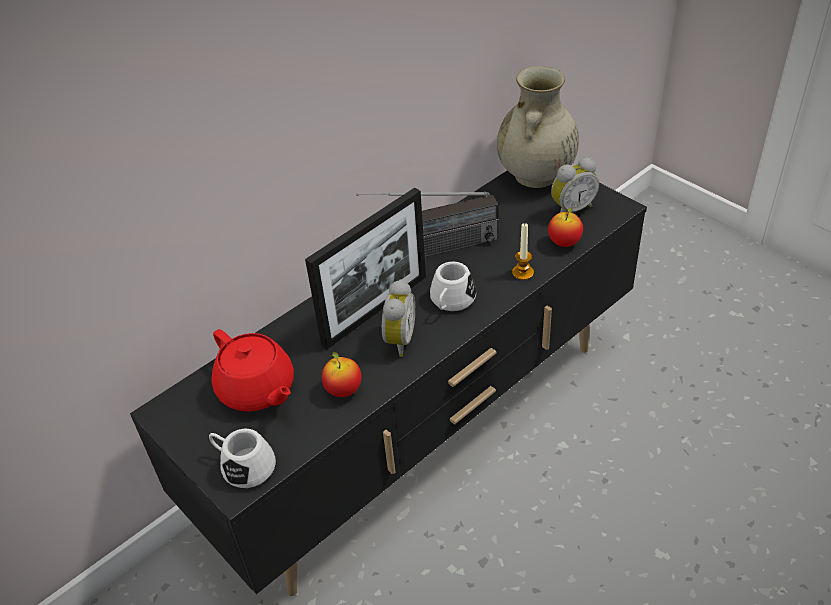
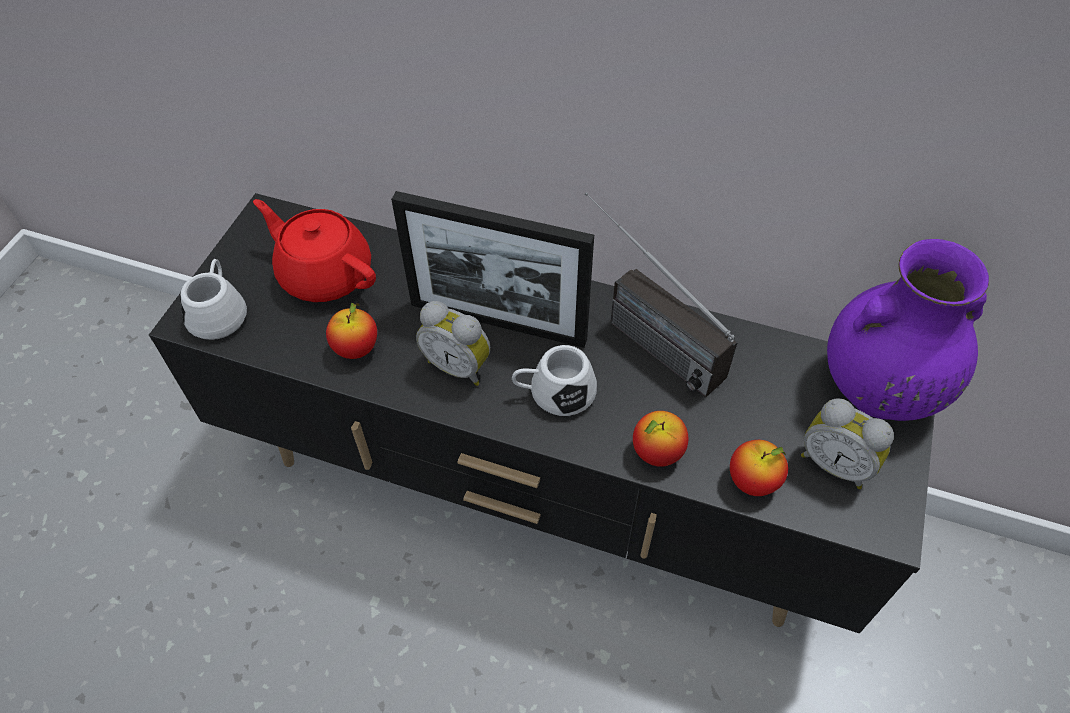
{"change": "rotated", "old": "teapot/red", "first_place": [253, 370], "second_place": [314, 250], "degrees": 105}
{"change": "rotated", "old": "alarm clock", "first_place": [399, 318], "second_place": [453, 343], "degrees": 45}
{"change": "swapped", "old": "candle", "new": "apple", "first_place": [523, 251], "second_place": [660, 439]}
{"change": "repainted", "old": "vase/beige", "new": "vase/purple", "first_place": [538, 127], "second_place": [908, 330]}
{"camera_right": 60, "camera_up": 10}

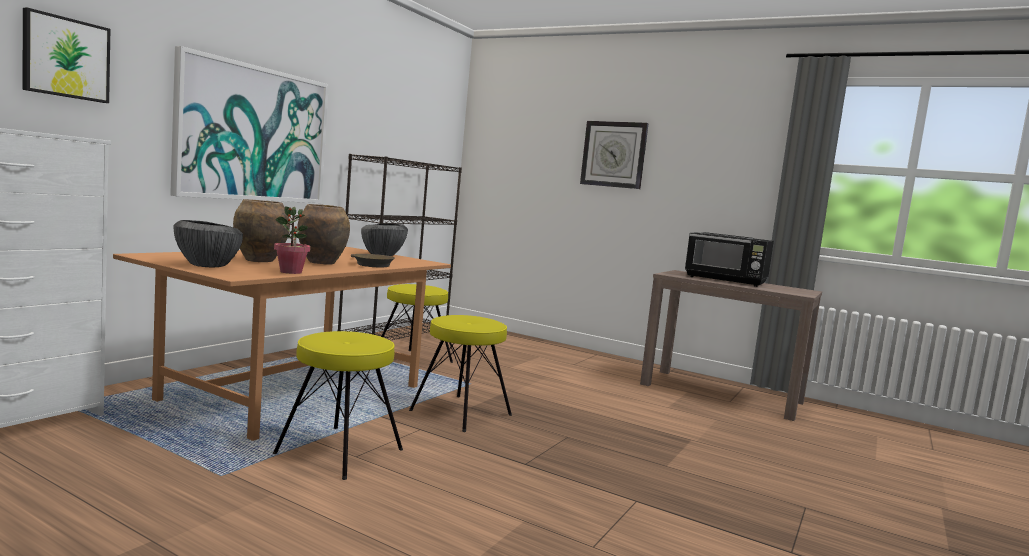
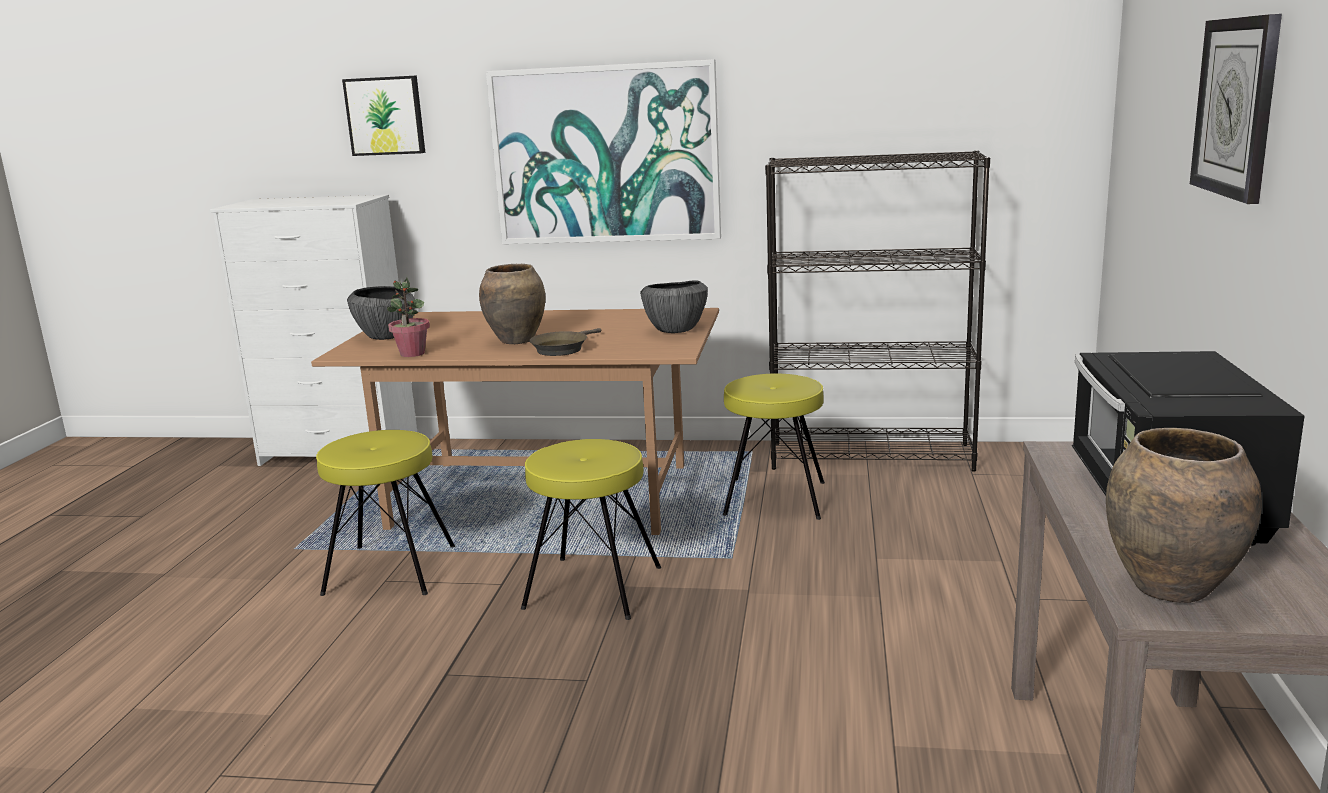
{"change": "shifted", "old": "vase/brown", "first_place": [261, 230], "second_place": [1184, 515]}
{"camera_right": 70, "camera_up": 10}

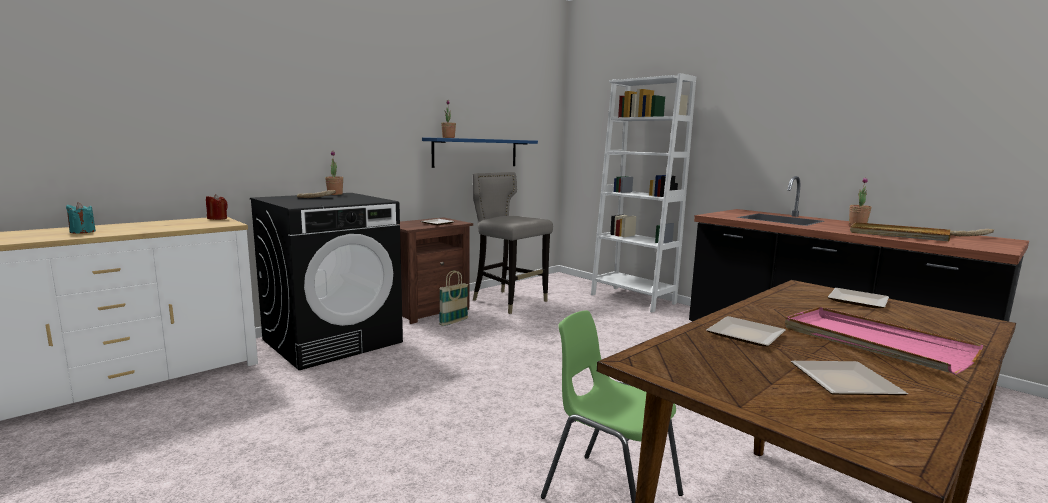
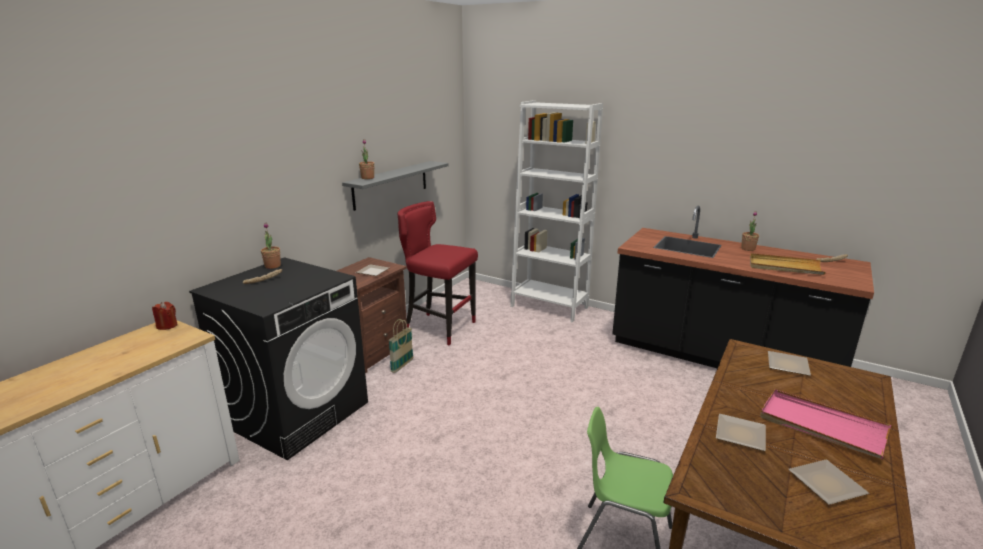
{"change": "repainted", "old": "shelf/blue", "new": "shelf/grey", "first_place": [480, 152], "second_place": [395, 186]}
{"change": "repainted", "old": "stool/grey", "new": "stool/red", "first_place": [513, 243], "second_place": [437, 273]}
{"change": "gone", "old": "candle/turquoise", "first_place": [81, 218]}
{"camera_right": -15, "camera_up": 10}

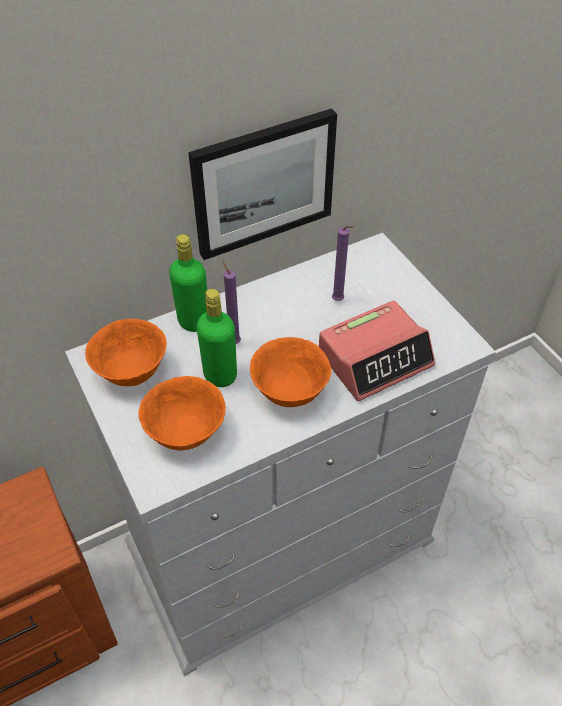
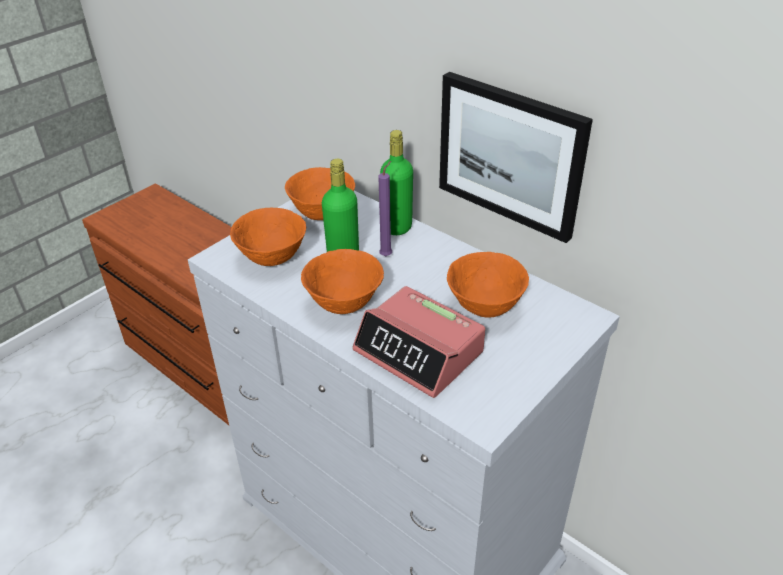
{"change": "swapped", "old": "candle/purple", "new": "bowl/orange", "first_place": [343, 263], "second_place": [488, 285]}
{"camera_right": 70, "camera_up": -10}

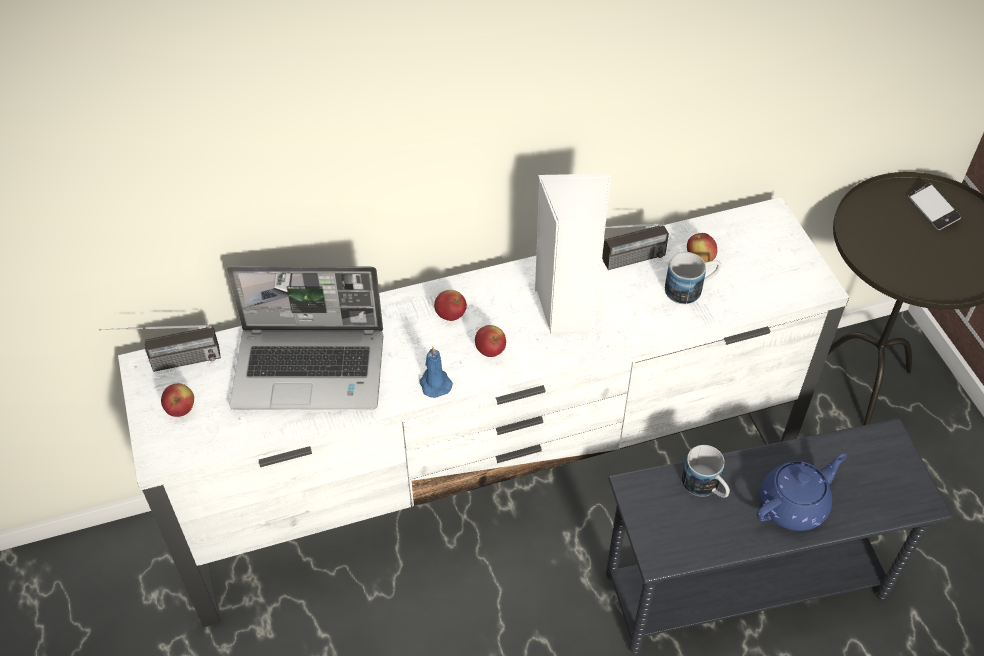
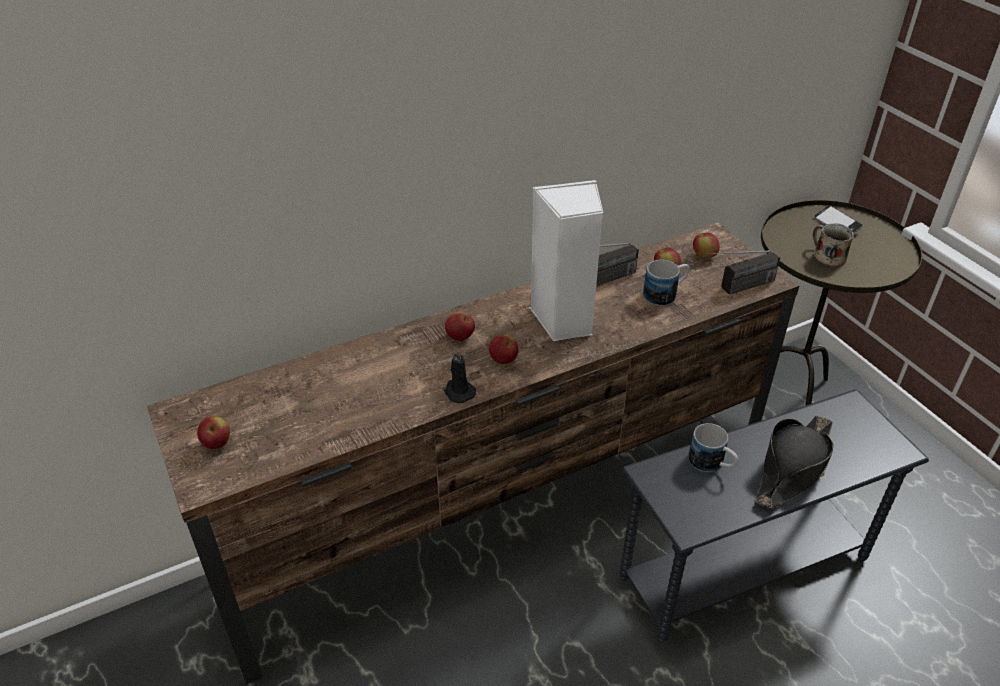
{"change": "repainted", "old": "tv stand/white", "new": "tv stand/brown", "first_place": [483, 412], "second_place": [473, 454]}
{"change": "repainted", "old": "candle/blue", "new": "candle/black", "first_place": [436, 372], "second_place": [460, 376]}
{"change": "new", "new": "apple", "second_place": [706, 245]}
{"change": "shifted", "old": "radio", "first_place": [160, 348], "second_place": [742, 272]}
{"change": "swapped", "old": "teapot/blue", "new": "hat/black", "first_place": [802, 492], "second_place": [795, 461]}
{"change": "new", "new": "mug", "second_place": [833, 245]}
{"change": "gone", "old": "laptop", "first_place": [305, 338]}
{"camera_right": -10, "camera_up": -10}

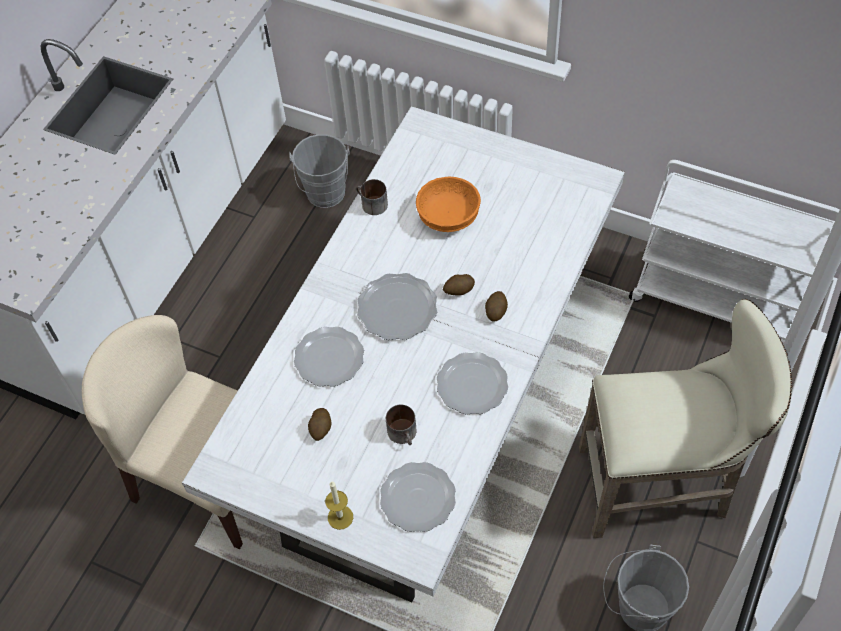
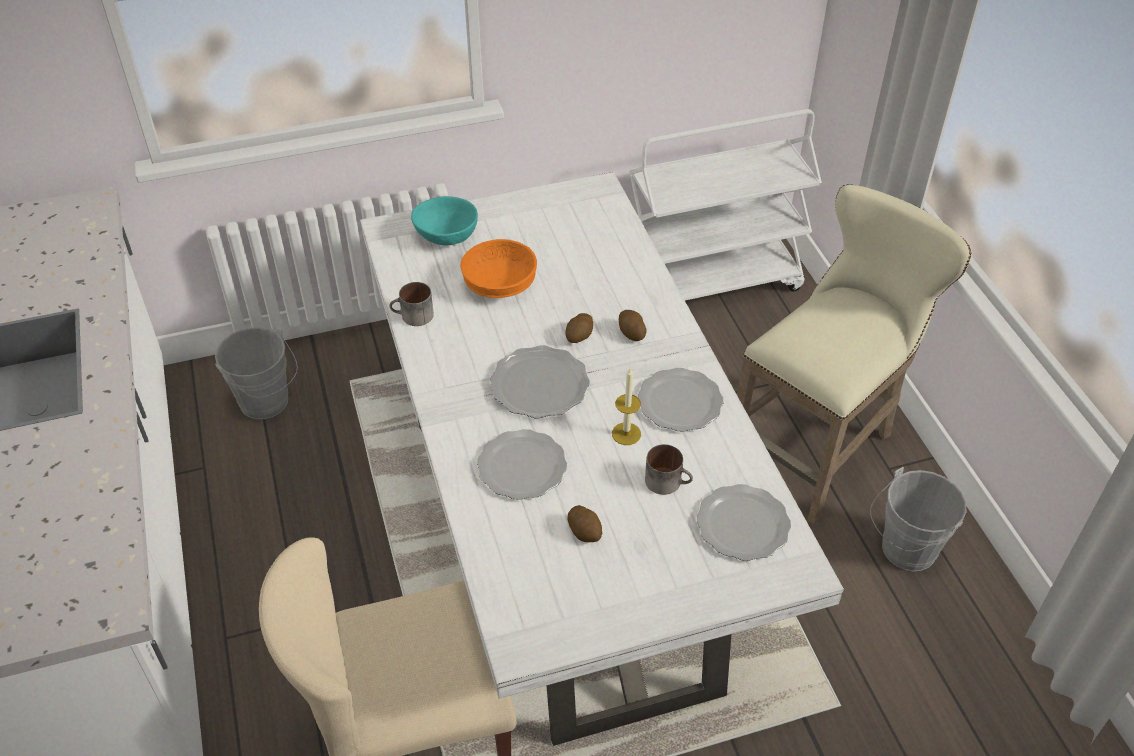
{"change": "new", "new": "bowl/turquoise", "second_place": [444, 220]}
{"change": "shifted", "old": "candle", "first_place": [339, 506], "second_place": [626, 406]}
{"camera_right": -45, "camera_up": -10}

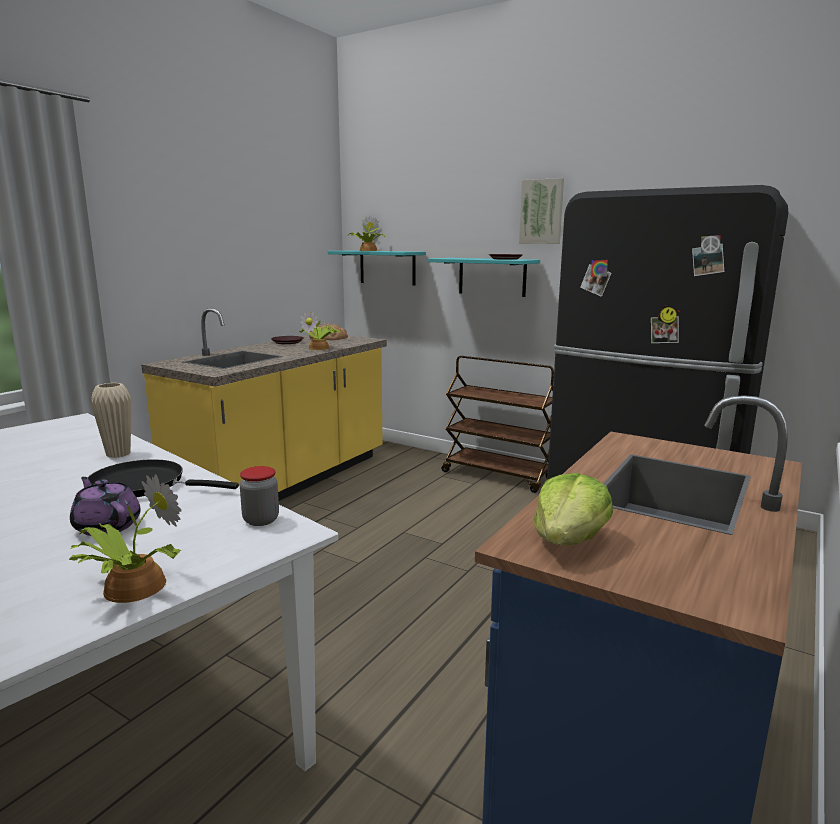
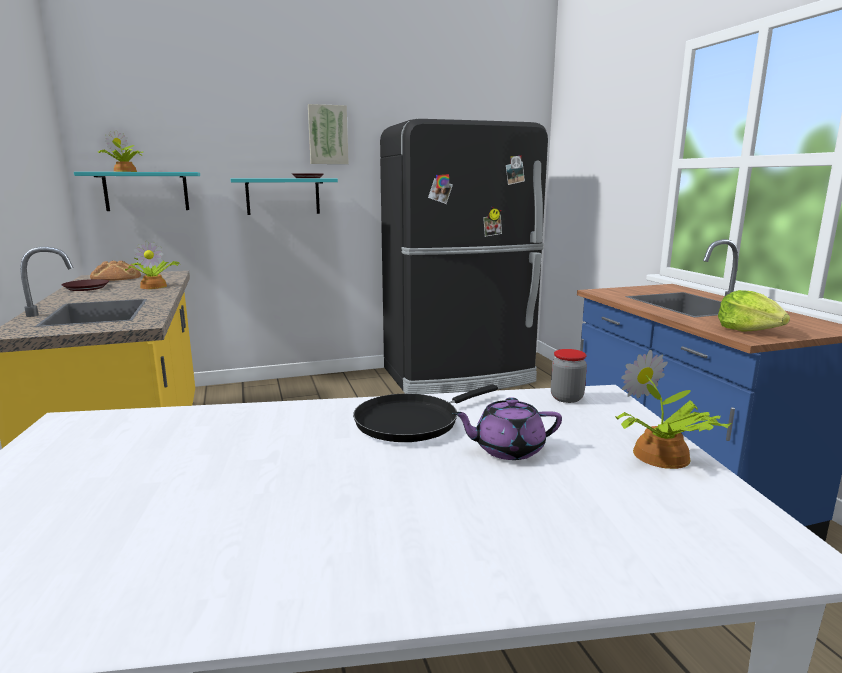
{"change": "gone", "old": "vase/beige", "first_place": [111, 420]}
{"change": "gone", "old": "cart/brown", "first_place": [498, 424]}
{"camera_right": -50, "camera_up": 0}

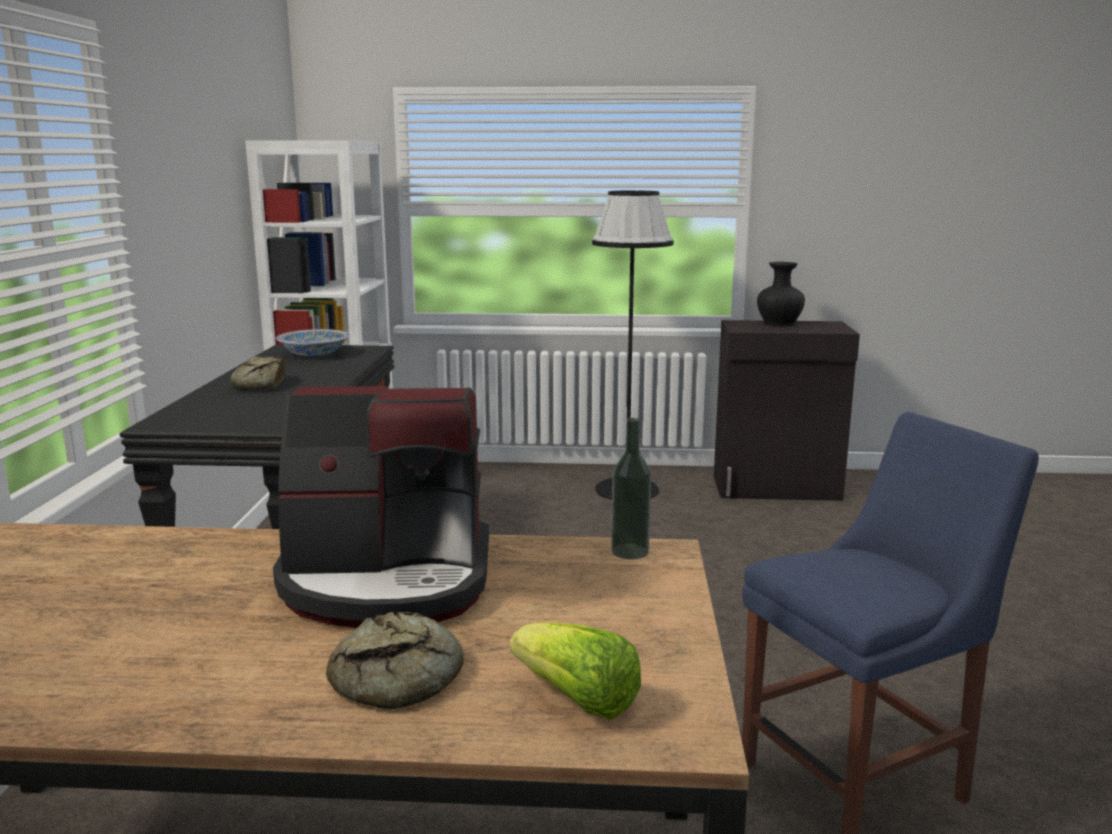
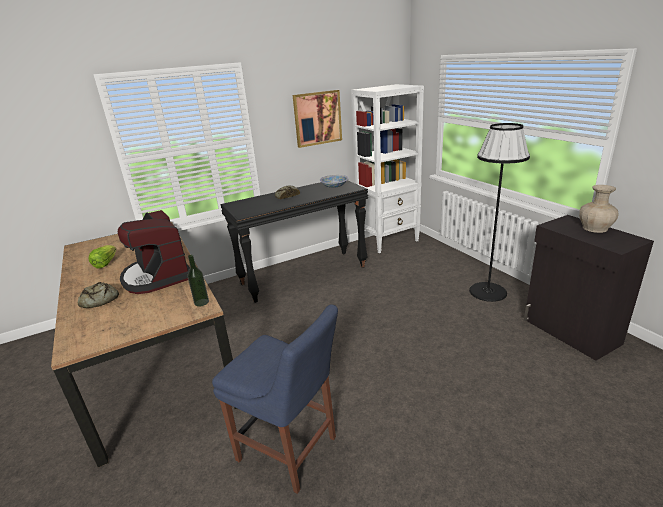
{"change": "shifted", "old": "lettuce", "first_place": [575, 671], "second_place": [102, 257]}
{"change": "new", "new": "picture", "second_place": [317, 119]}
{"change": "repainted", "old": "vase/black", "new": "vase/beige", "first_place": [781, 294], "second_place": [598, 209]}
{"camera_right": 60, "camera_up": 10}

